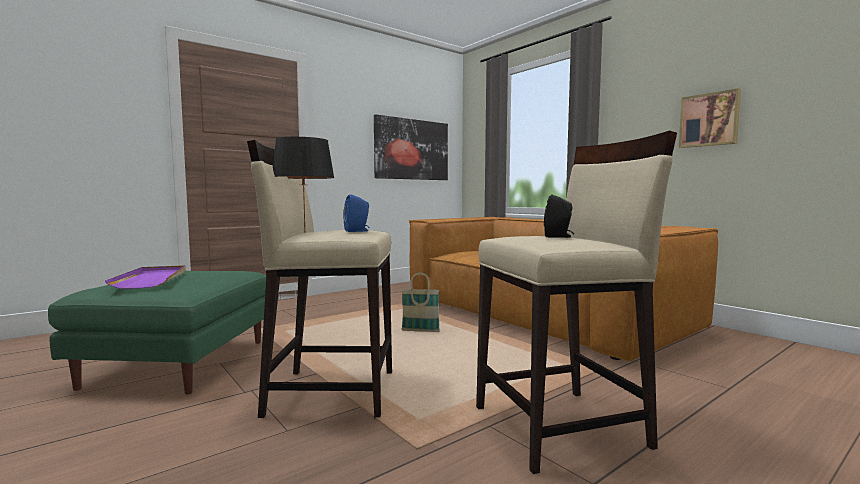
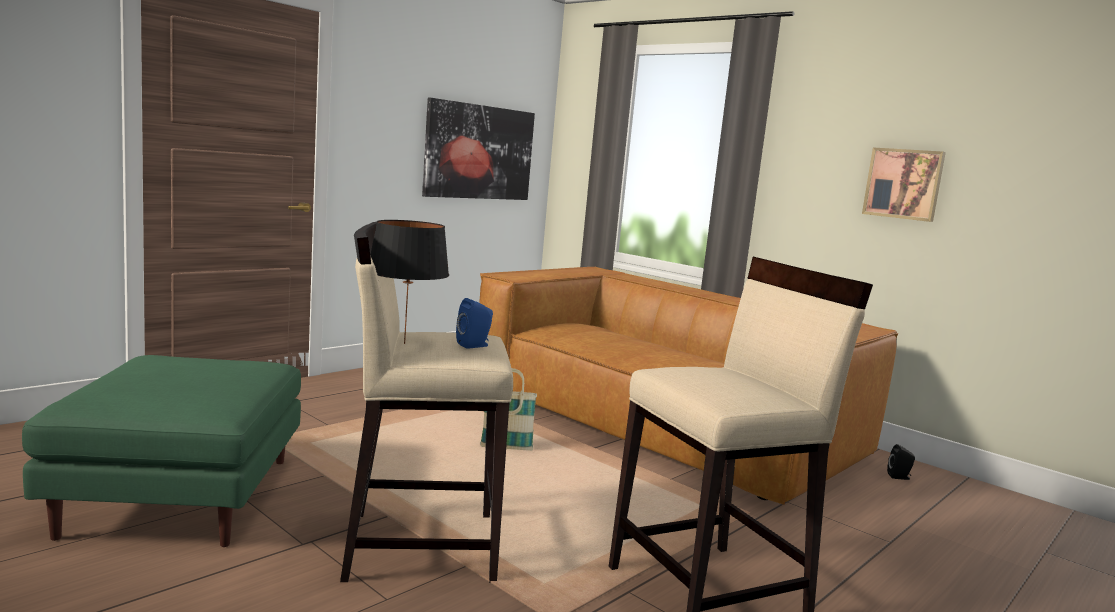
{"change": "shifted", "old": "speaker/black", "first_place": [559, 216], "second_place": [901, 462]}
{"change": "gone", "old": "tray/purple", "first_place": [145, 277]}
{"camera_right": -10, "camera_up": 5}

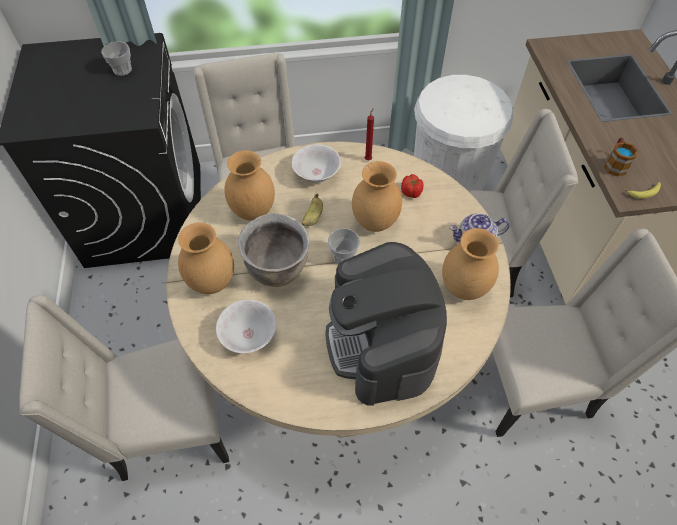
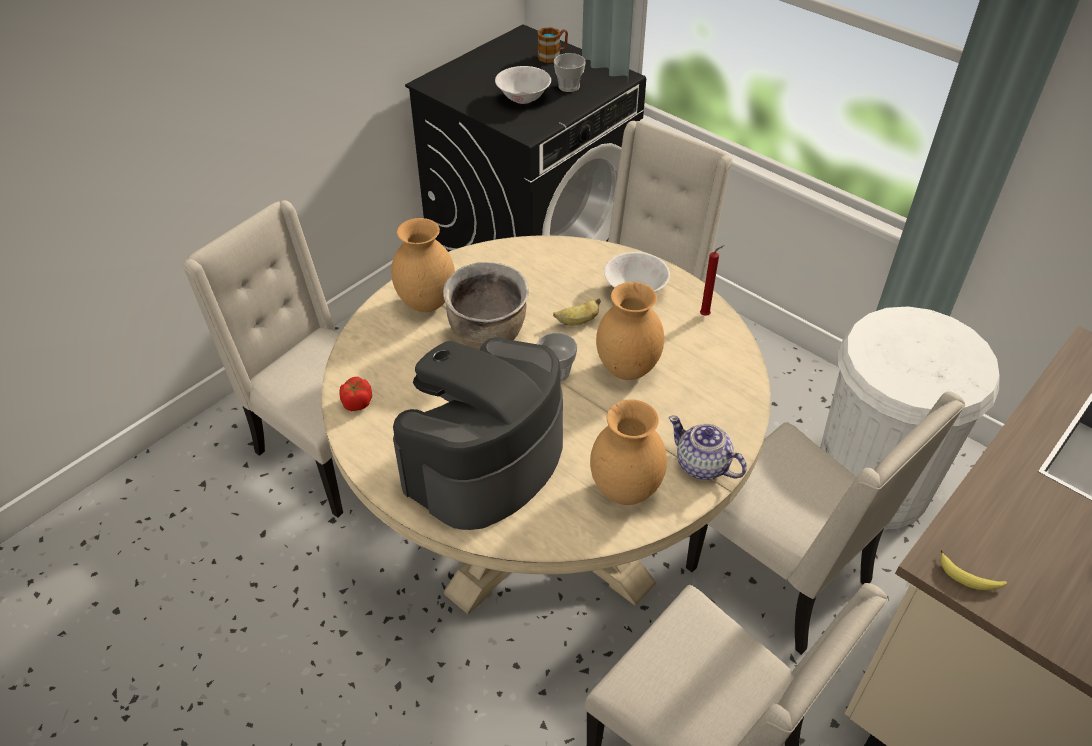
{"change": "shifted", "old": "tomato", "first_place": [412, 186], "second_place": [355, 394]}
{"change": "shifted", "old": "bowl/white", "first_place": [246, 326], "second_place": [523, 85]}
{"change": "shifted", "old": "mug", "first_place": [621, 157], "second_place": [552, 45]}
{"change": "gone", "old": "vase/brown", "first_place": [249, 185]}
{"camera_right": 50, "camera_up": -10}

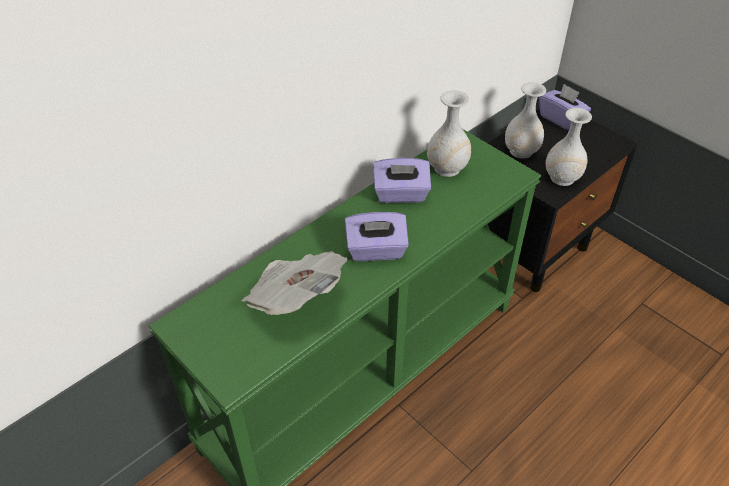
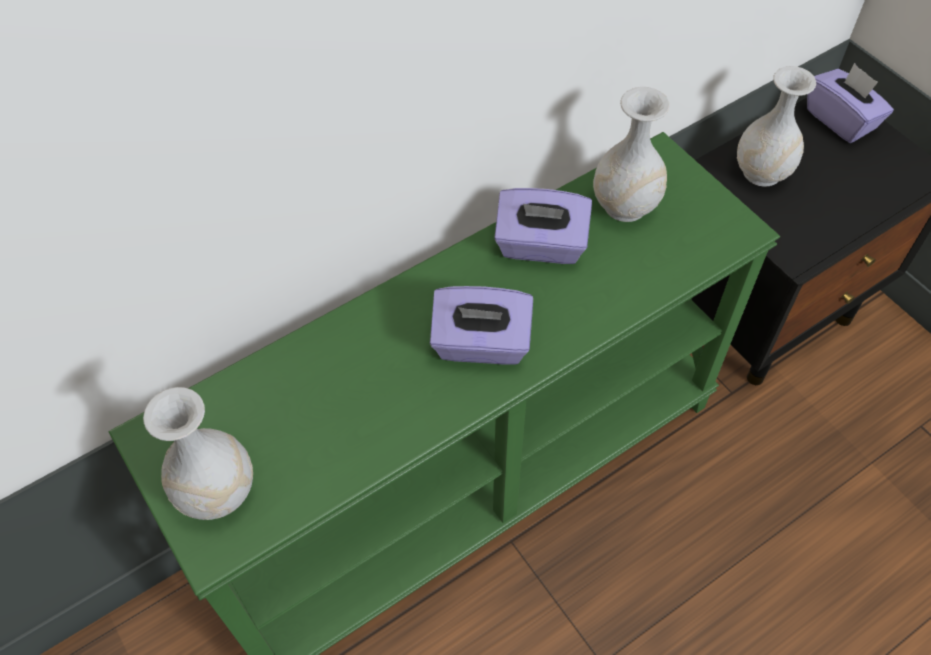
{"change": "shifted", "old": "vase/white", "first_place": [569, 147], "second_place": [198, 453]}
{"change": "gone", "old": "newspaper", "first_place": [294, 283]}
{"camera_right": 10, "camera_up": 10}

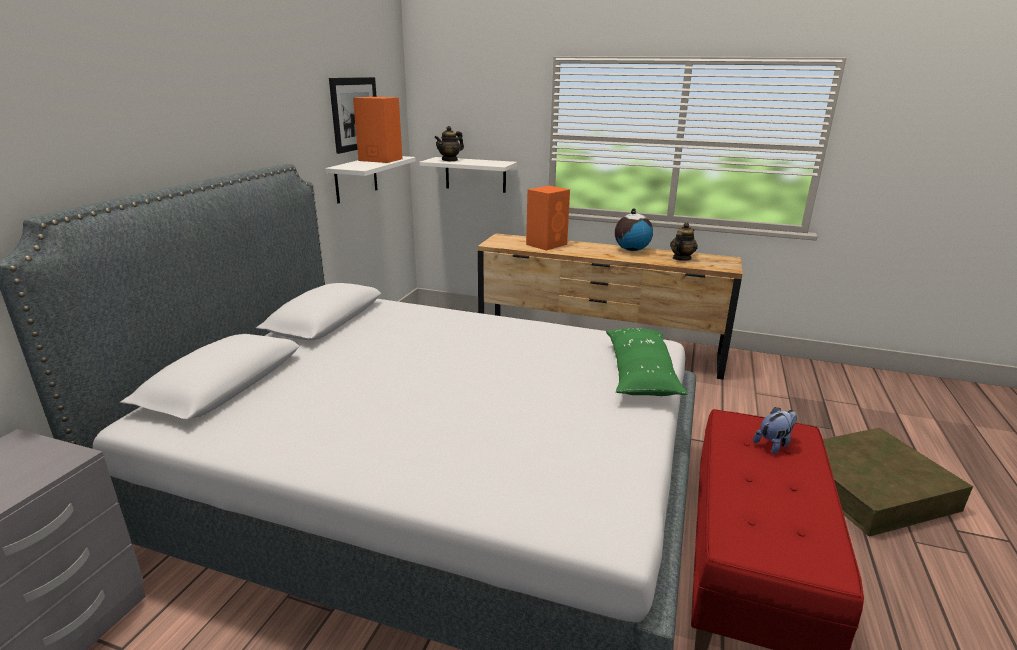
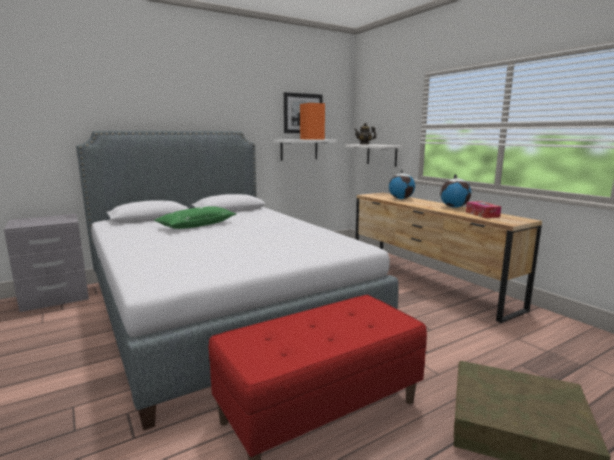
{"change": "shifted", "old": "pillow/green", "first_place": [647, 362], "second_place": [195, 217]}
{"change": "swapped", "old": "speaker/orange", "new": "globe", "first_place": [548, 218], "second_place": [402, 184]}
{"change": "swapped", "old": "teapot", "new": "tissue box", "first_place": [684, 242], "second_place": [483, 209]}
{"change": "gone", "old": "plush toy", "first_place": [775, 430]}
{"camera_right": 40, "camera_up": -10}

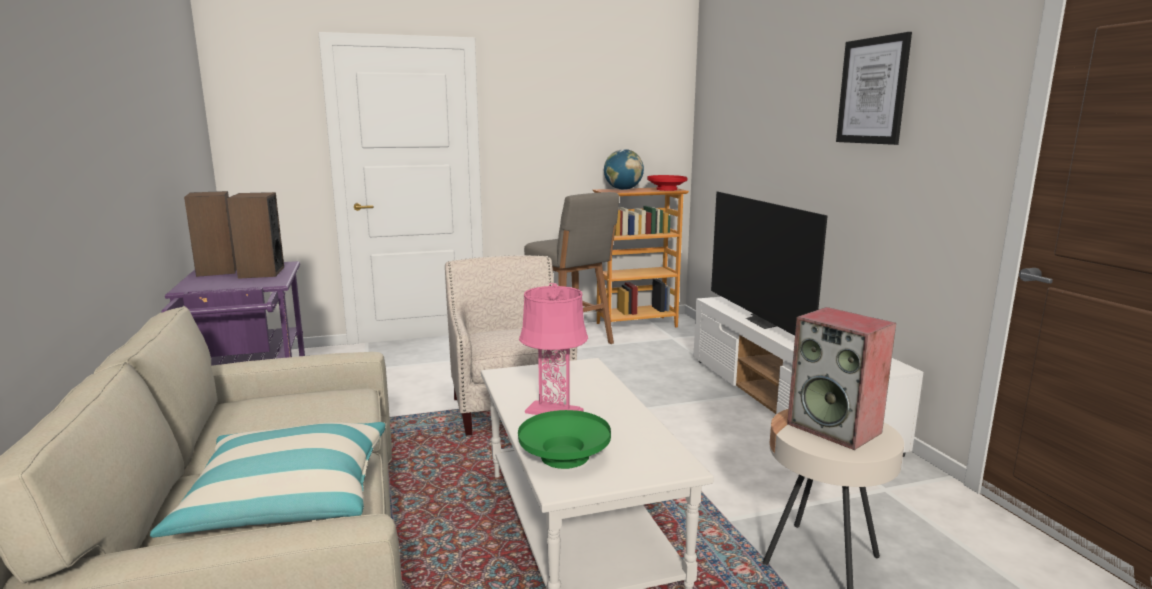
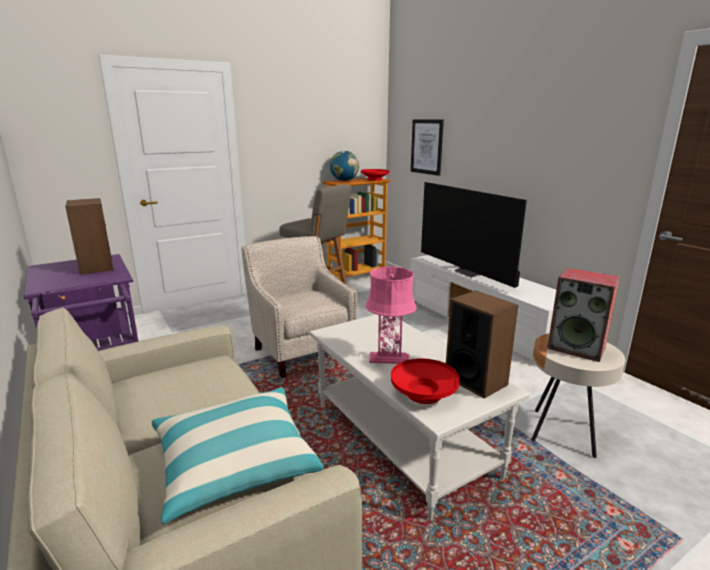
{"change": "repainted", "old": "bowl/green", "new": "bowl/red", "first_place": [564, 439], "second_place": [425, 381]}
{"change": "shifted", "old": "picture", "first_place": [874, 88], "second_place": [427, 147]}
{"change": "shifted", "old": "speaker", "first_place": [210, 234], "second_place": [482, 344]}
{"camera_right": -15, "camera_up": 5}

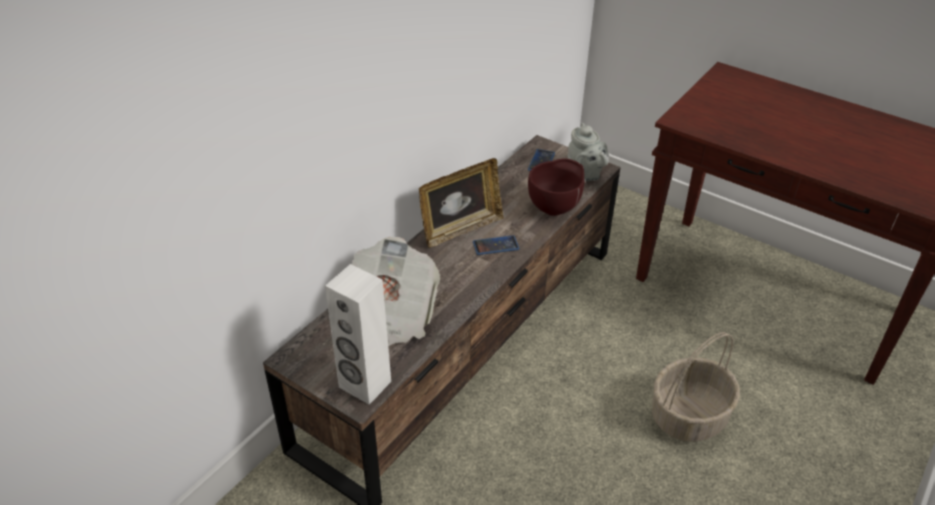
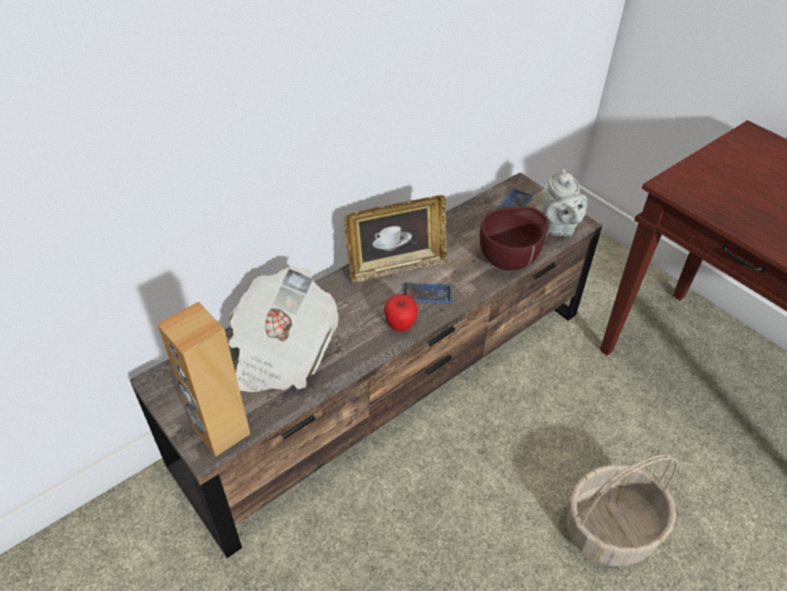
{"change": "repainted", "old": "speaker/white", "new": "speaker/brown", "first_place": [358, 334], "second_place": [203, 379]}
{"change": "new", "new": "apple", "second_place": [401, 313]}
{"camera_right": 15, "camera_up": 5}

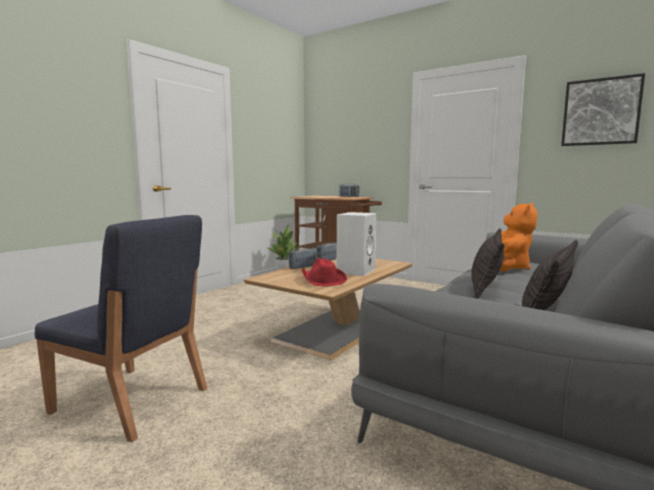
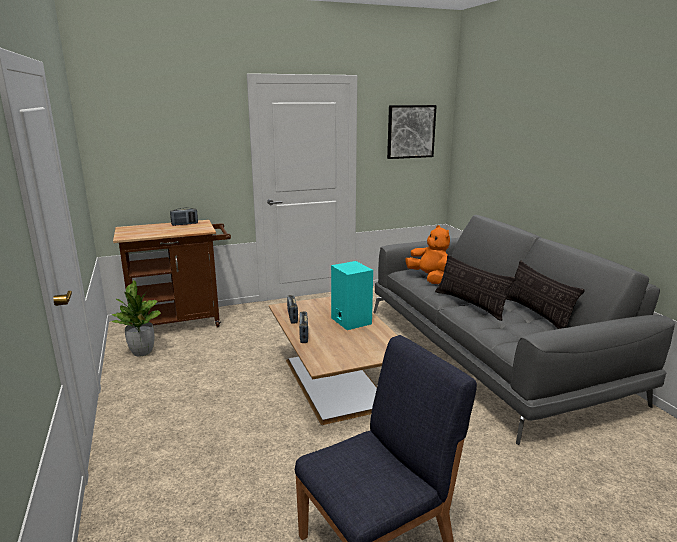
{"change": "repainted", "old": "speaker/white", "new": "speaker/turquoise", "first_place": [356, 244], "second_place": [352, 295]}
{"change": "gone", "old": "hat/red", "first_place": [324, 272]}
{"camera_right": -55, "camera_up": 10}

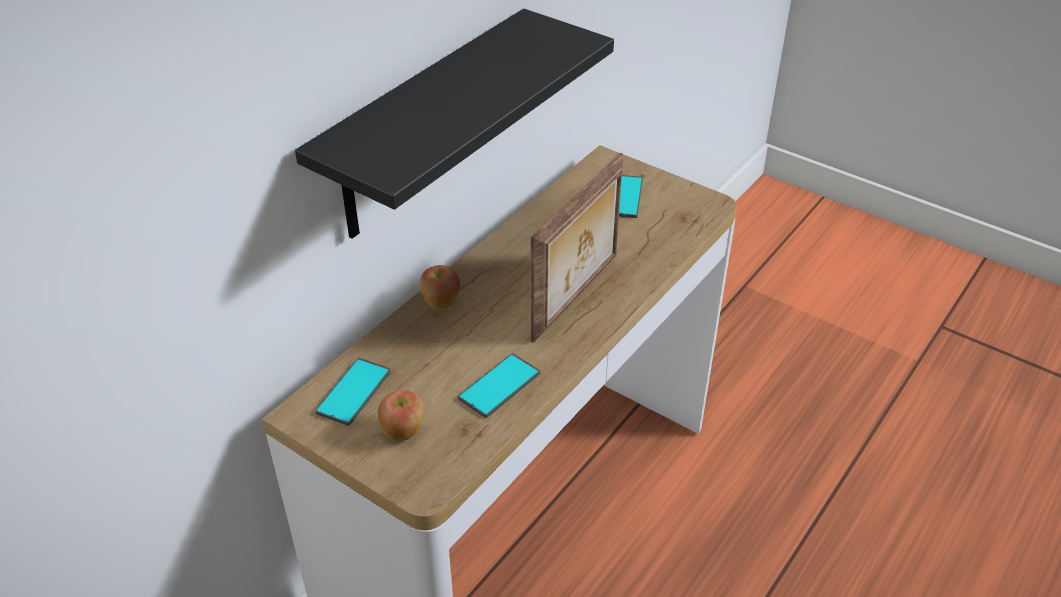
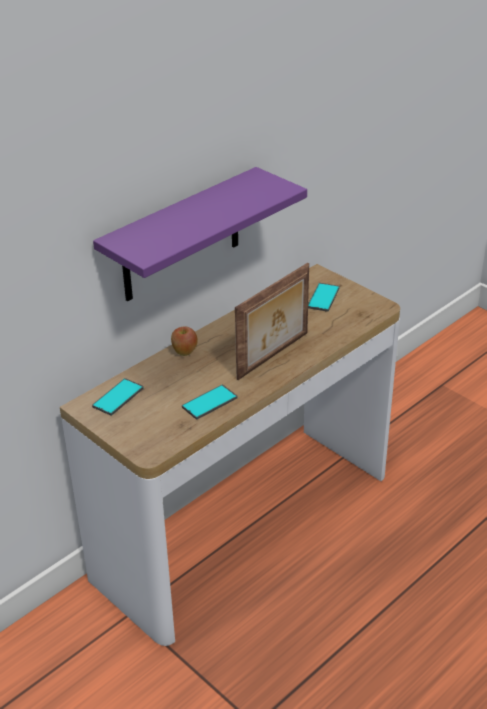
{"change": "repainted", "old": "shelf/black", "new": "shelf/purple", "first_place": [454, 124], "second_place": [200, 234]}
{"change": "gone", "old": "apple", "first_place": [401, 415]}
{"camera_right": 10, "camera_up": -5}

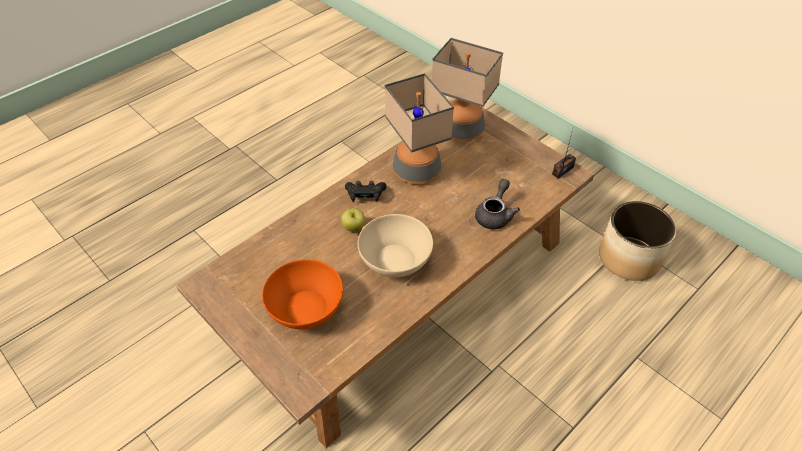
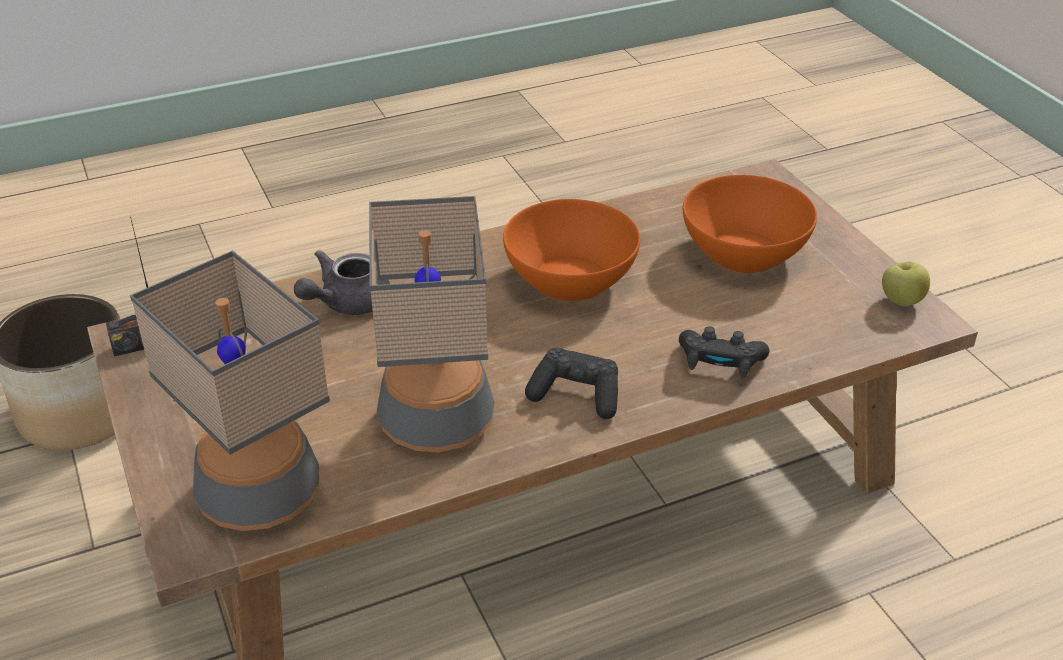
{"change": "repainted", "old": "bowl/beige", "new": "bowl/orange", "first_place": [395, 245], "second_place": [571, 250]}
{"change": "new", "new": "game controller/black", "second_place": [724, 352]}
{"change": "shifted", "old": "apple", "first_place": [353, 220], "second_place": [906, 284]}
{"camera_right": -160, "camera_up": -10}

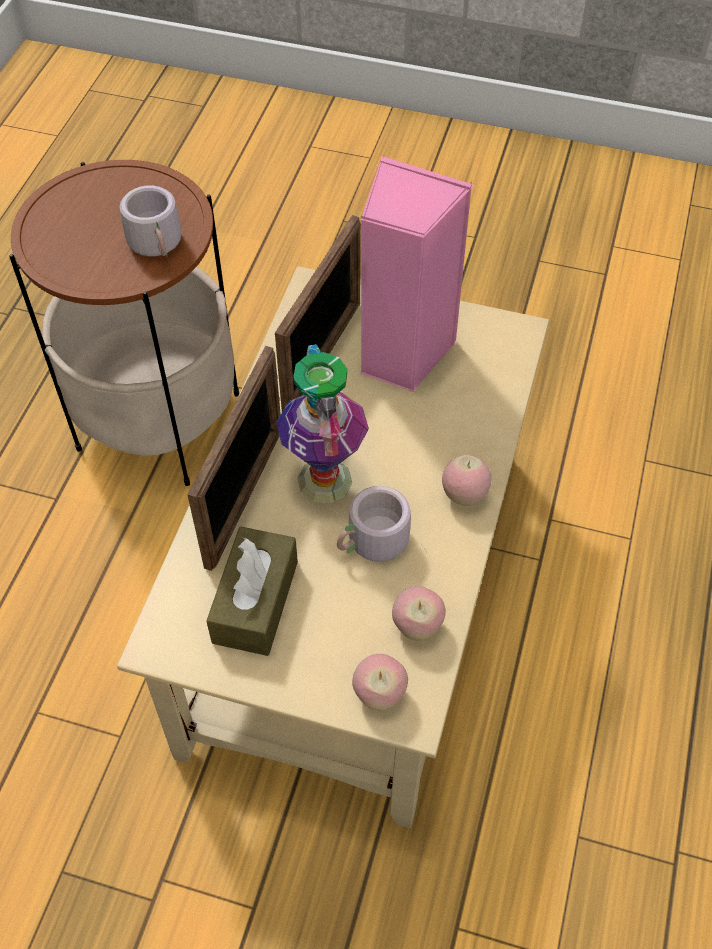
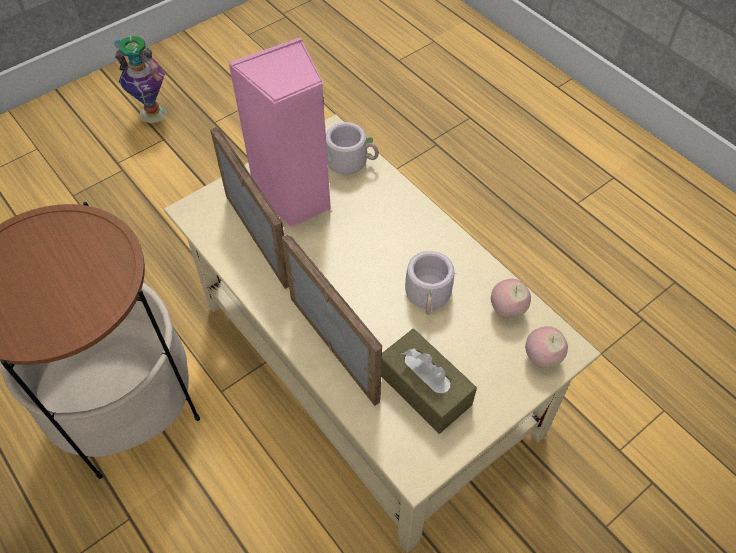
{"change": "shifted", "old": "vase", "first_place": [323, 423], "second_place": [141, 79]}
{"change": "shifted", "old": "mug/grey", "first_place": [150, 221], "second_place": [352, 148]}
{"change": "gone", "old": "apple", "first_place": [467, 480]}
{"camera_right": -55, "camera_up": 0}

